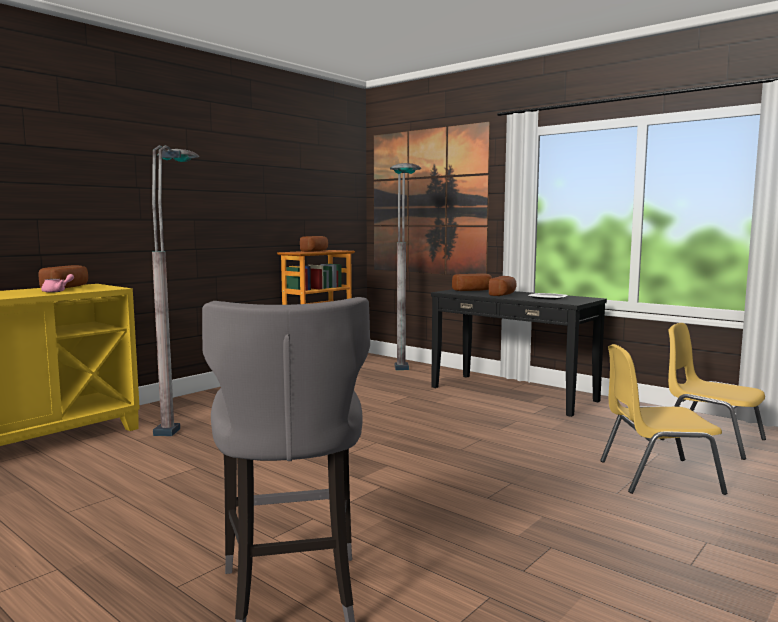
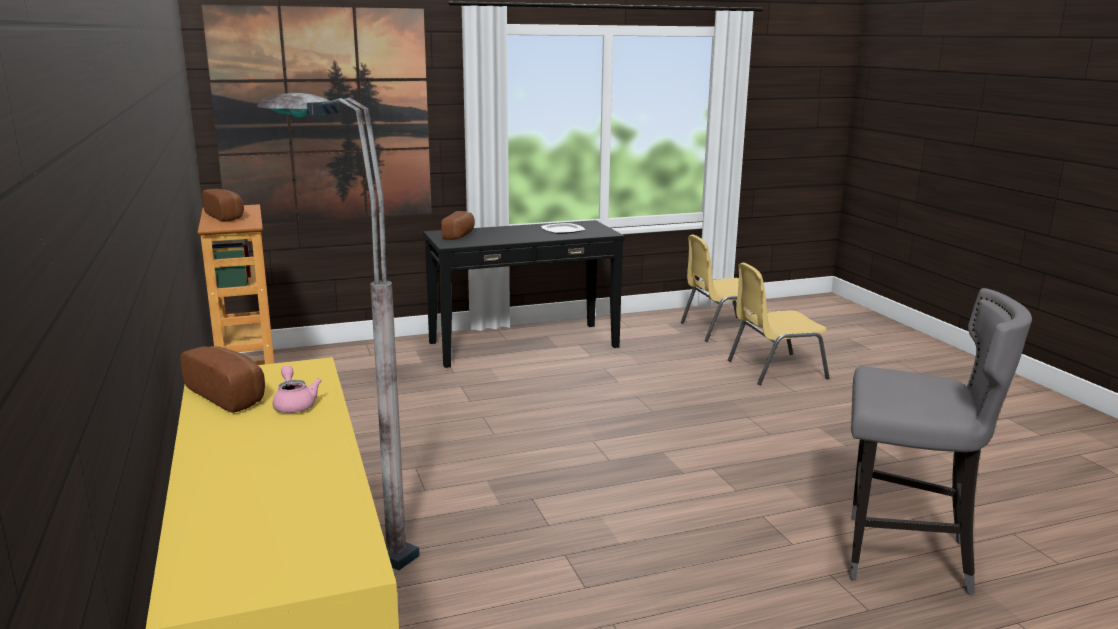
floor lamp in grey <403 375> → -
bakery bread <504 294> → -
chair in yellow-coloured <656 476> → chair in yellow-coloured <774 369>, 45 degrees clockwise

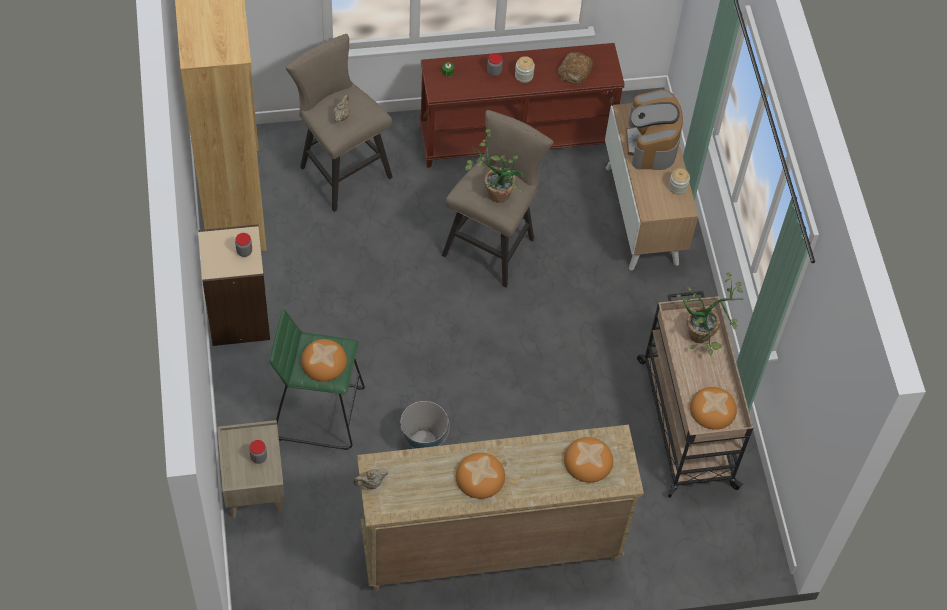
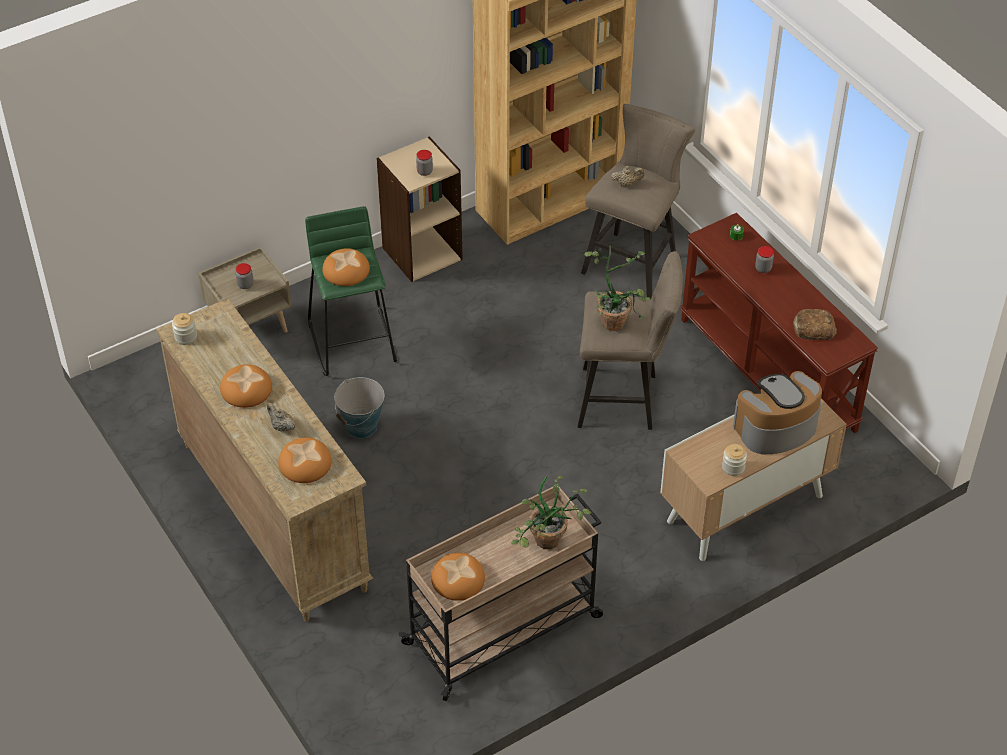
storage jar <524 75> → storage jar <186 337>, moved
tea pot in beige <371 483> → tea pot in beige <281 426>, moved

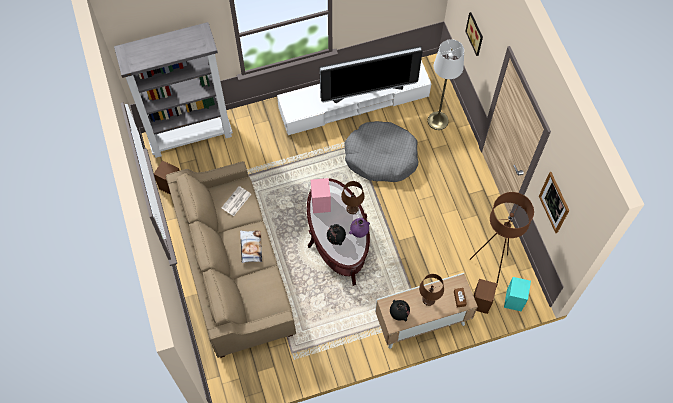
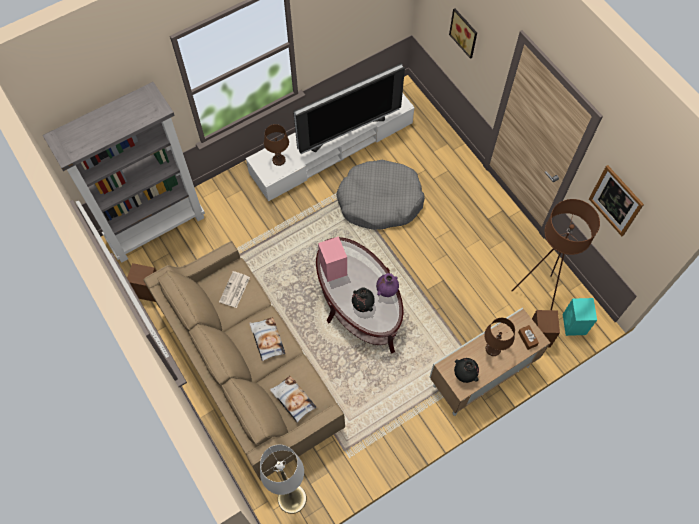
floor lamp in white-coloured <437 121> → floor lamp in white-coloured <292 498>, moved
tabletop lamp in brown-coloured <352 208> → tabletop lamp in brown-coloured <278 160>, moved
- → cushion <293 400>

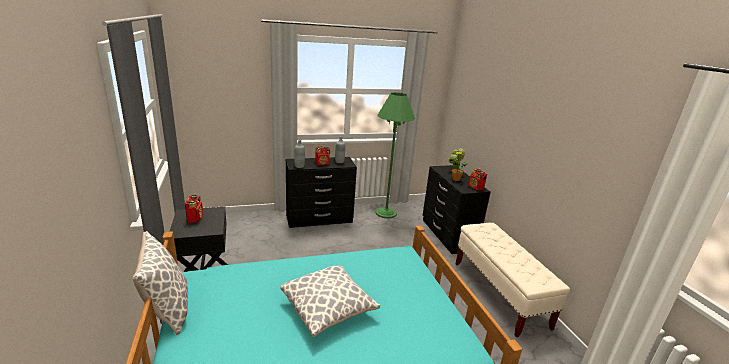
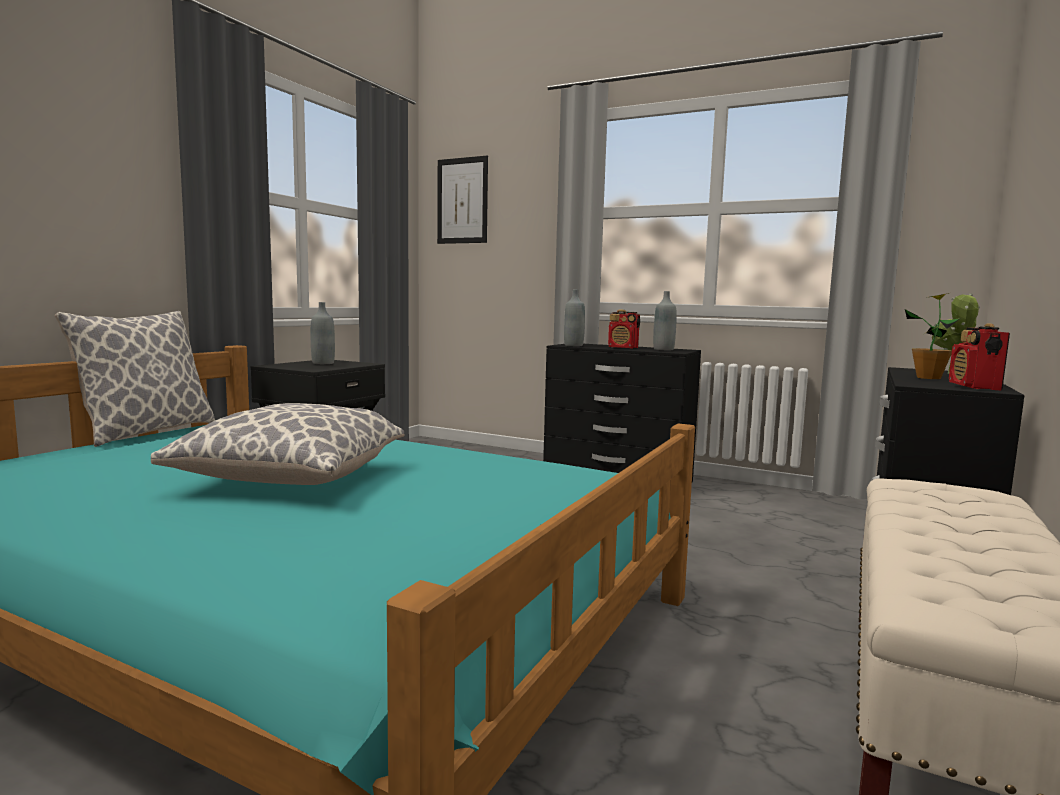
floor lamp in green <386 213> → -
radio receiver <195 218> → bottle in grey <323 363>
- → picture <462 201>

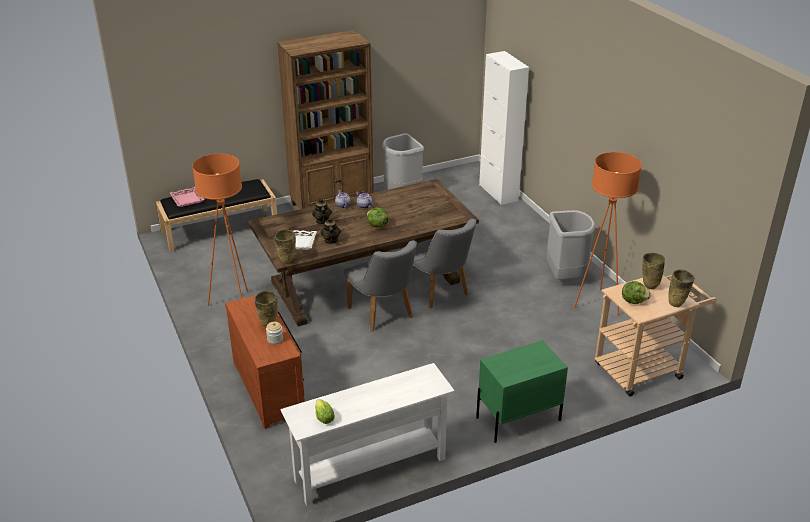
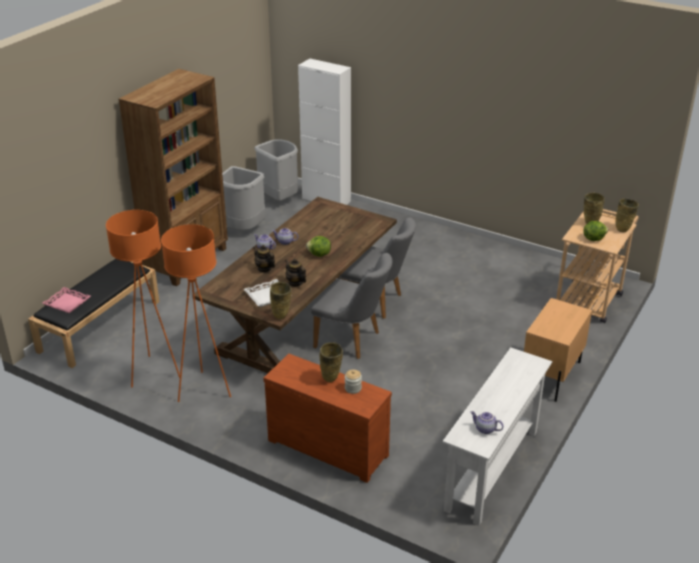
floor lamp in orangey <597 304> → floor lamp in orangey <154 373>, moved
trash can in grey <565 277> → trash can in grey <279 200>, moved
night table in green <518 418> → night table in beige <550 375>
lettuce <323 417> → tea pot <485 429>

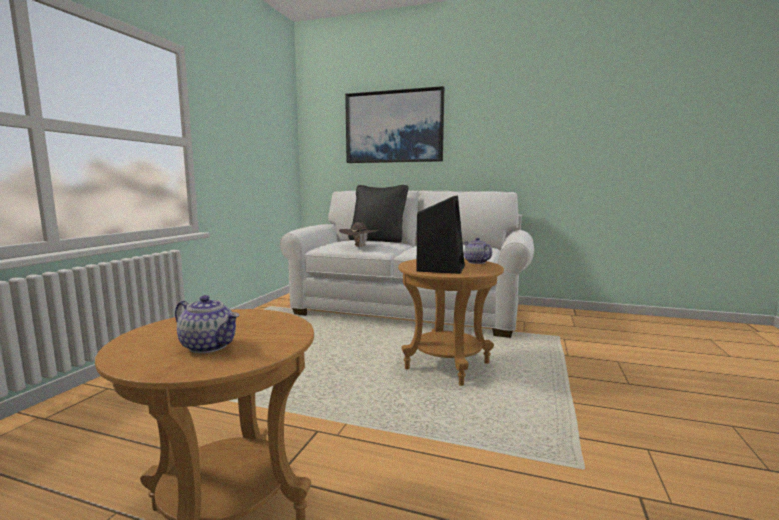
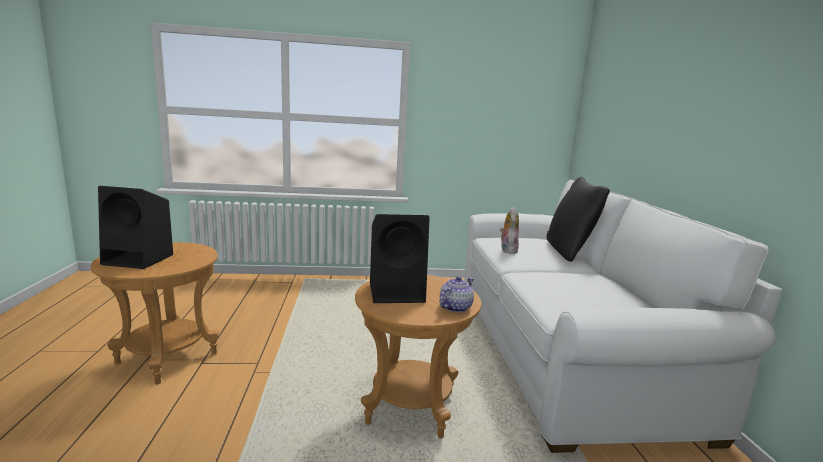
picture <394 127> → -
hat in brown-coloured <359 247> → soft toy <507 250>
tea pot <209 346> → loudspeaker in black <140 259>

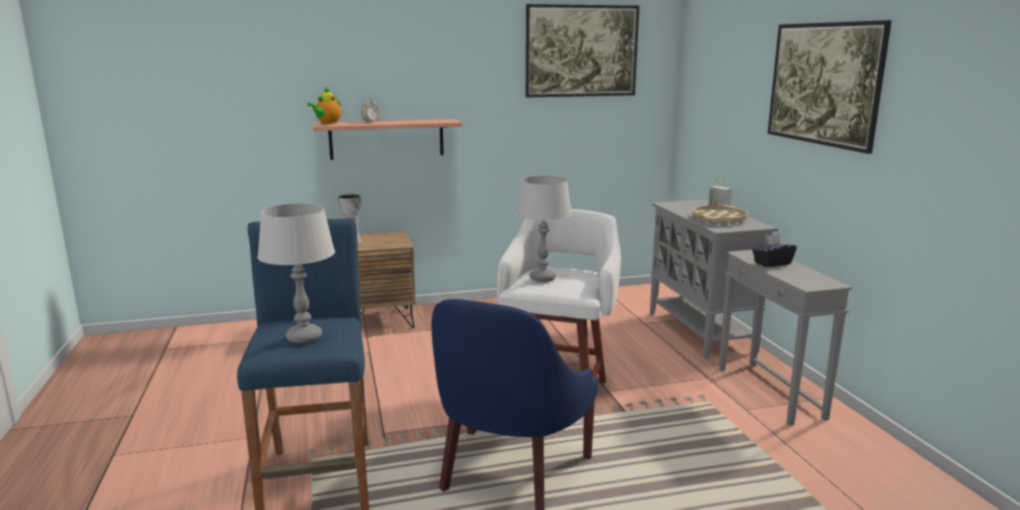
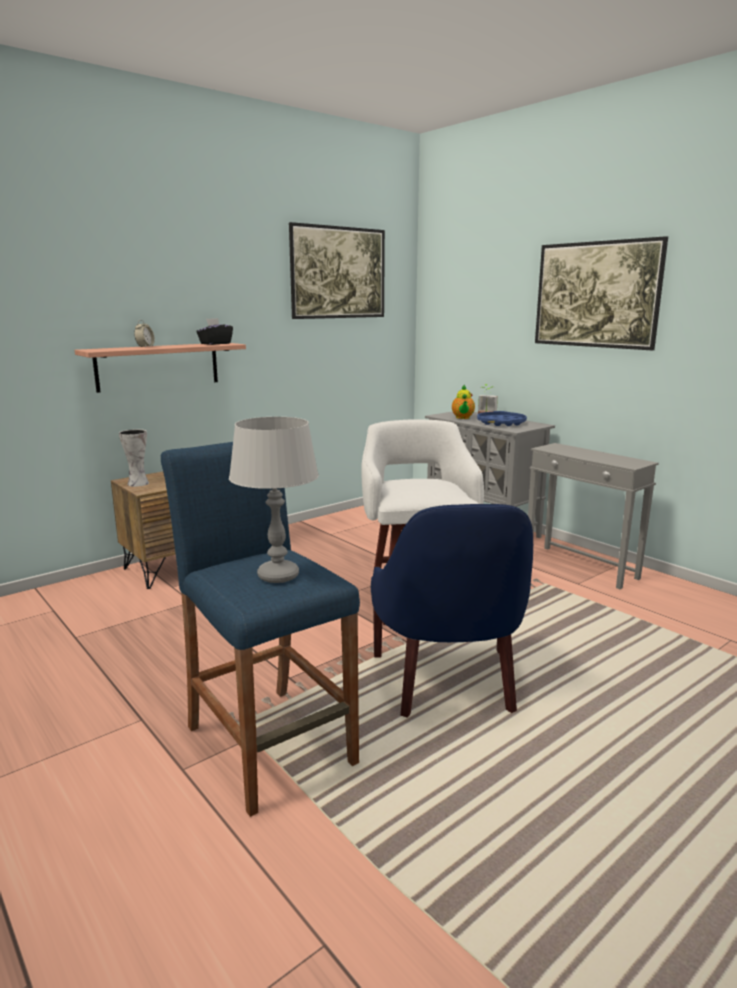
tea pot <327 123> → tea pot <462 418>, moved
tabletop lamp in grey <542 278> → -
tray in beige <719 219> → tray in blue <501 423>
tissue box in black <772 263> → tissue box in black <215 343>, moved

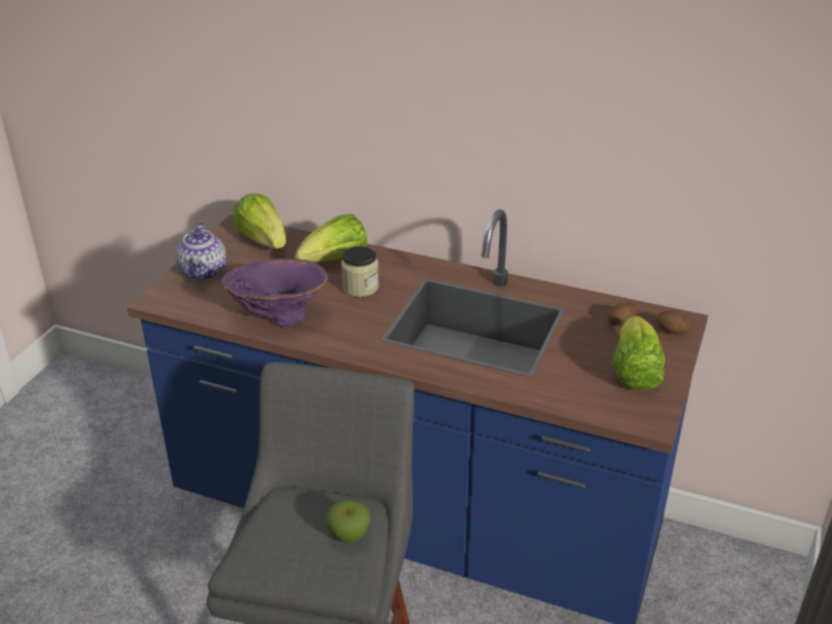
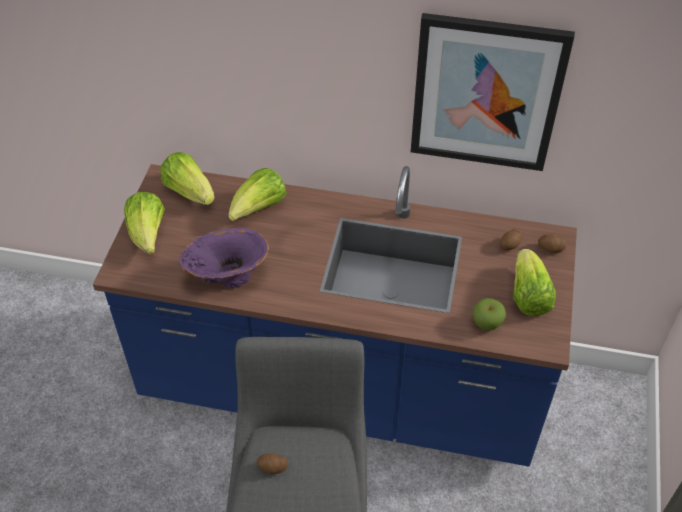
tea pot <204 272> → lettuce <148 235>
storage jar <360 287> → -
apple <349 536> → apple <486 324>, moved
- → picture <486 94>
- → potato <272 468>

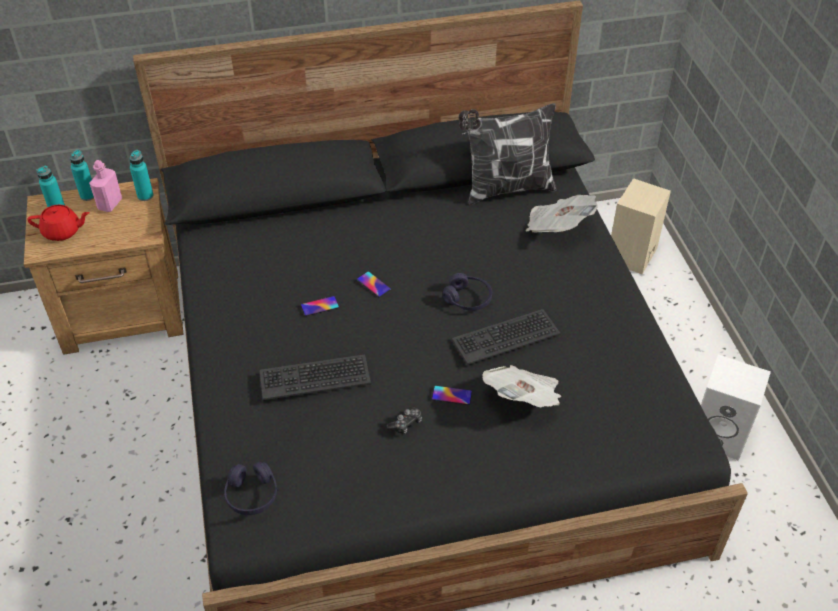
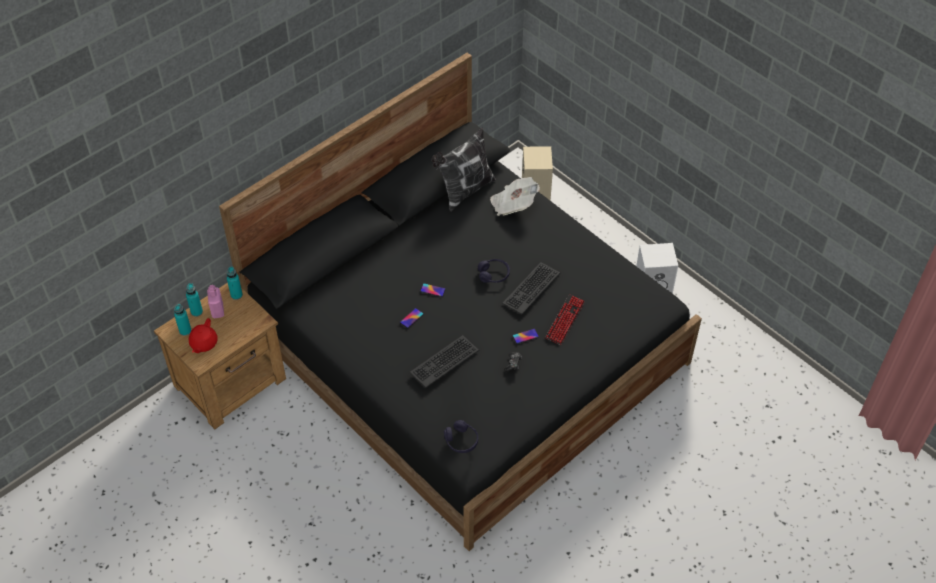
tea pot in red <63 232> → tea pot in red <203 343>, 135 degrees clockwise
newspaper <524 399> → PC keyboard <565 320>

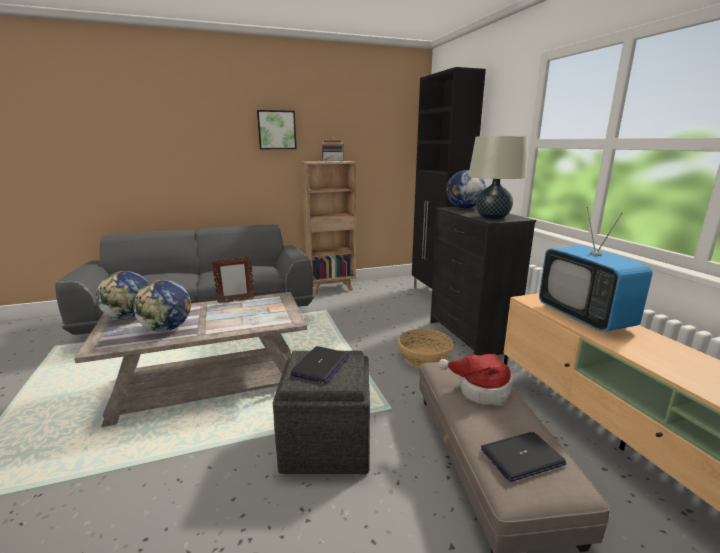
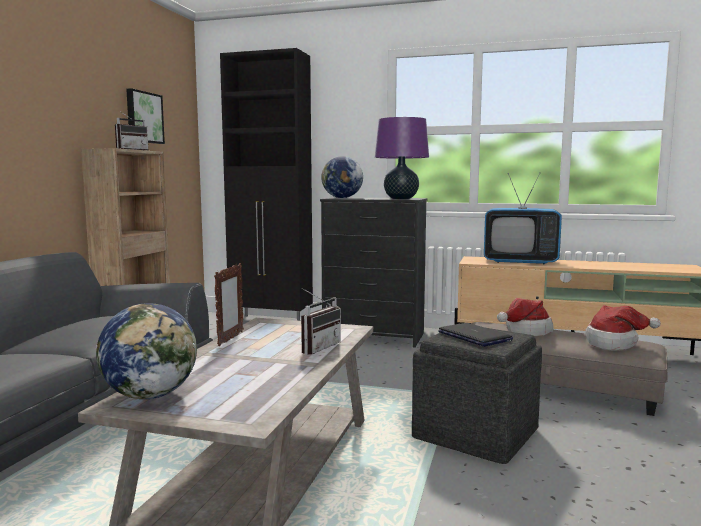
picture <276 130> → picture <143 117>, moved
tabletop lamp in beige <492 218> → tabletop lamp in purple-coloured <401 198>
globe <166 329> → -
basket <424 358> → -
laptop <522 457> → hat <614 343>
- → radio receiver <317 347>

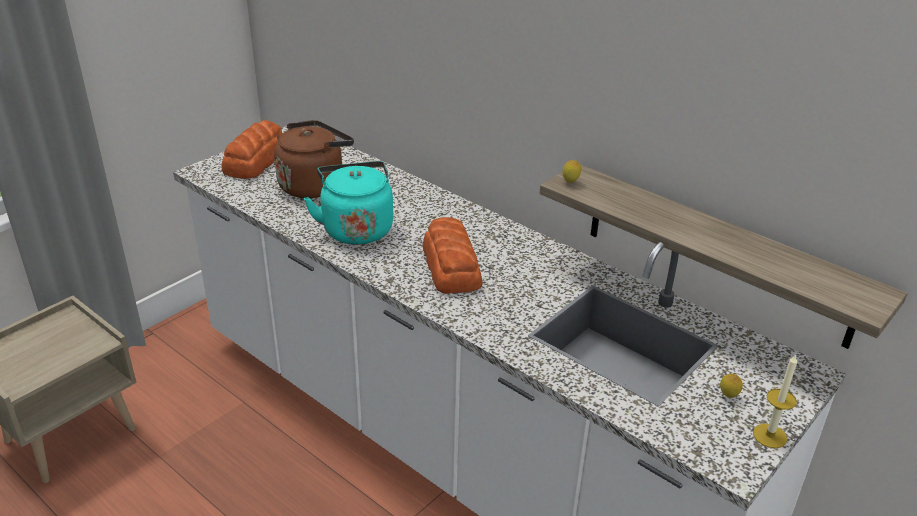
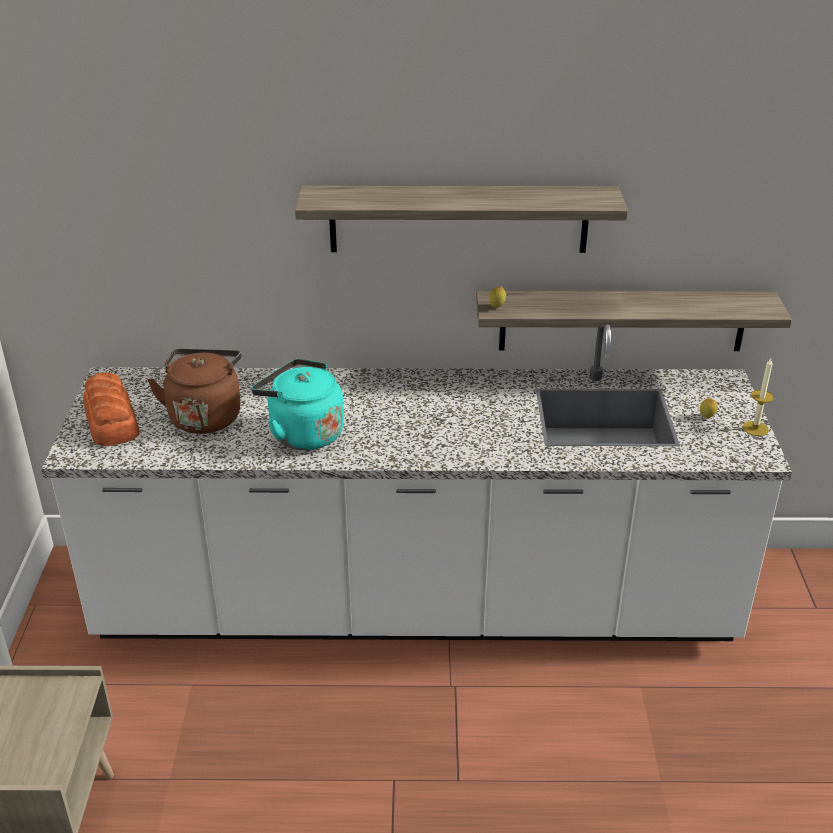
bakery bread <451 265> → -
- → shelf <458 219>

